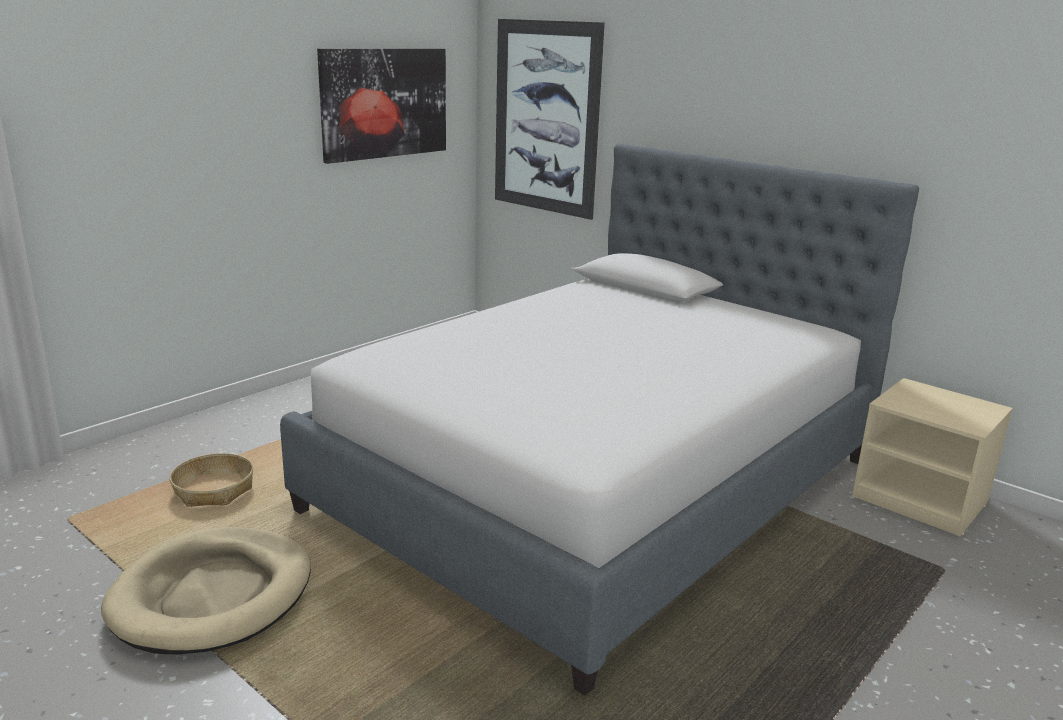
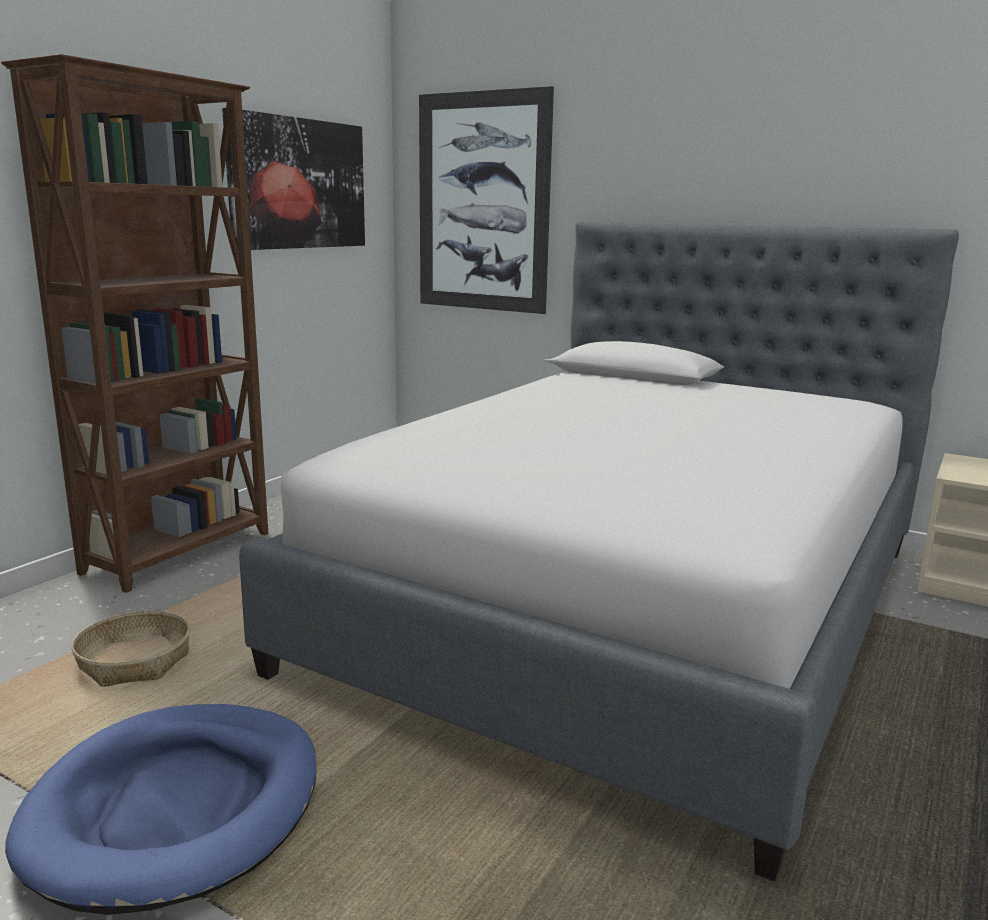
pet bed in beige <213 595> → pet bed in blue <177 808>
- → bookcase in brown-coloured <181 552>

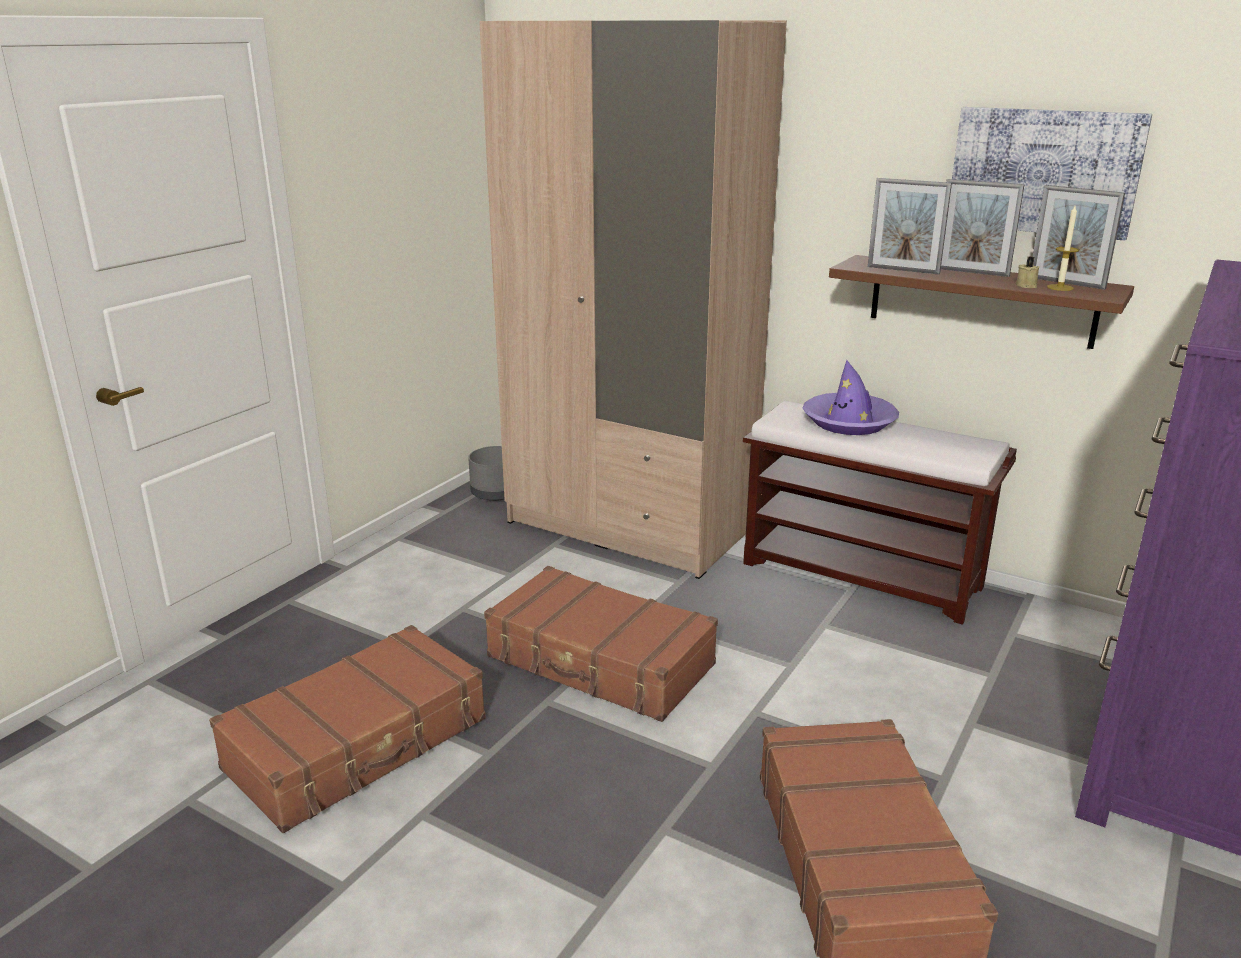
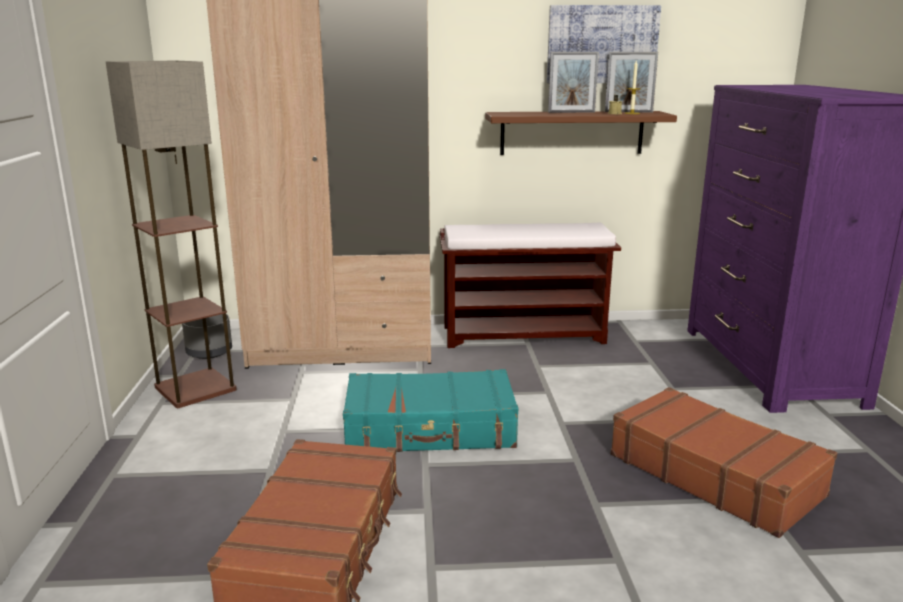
picture frame <903 270> → -
hat in purple-coloured <849 422> → -
suitcase in brown-coloured <600 662> → suitcase in turquoise <430 429>
- → floor lamp <196 388>

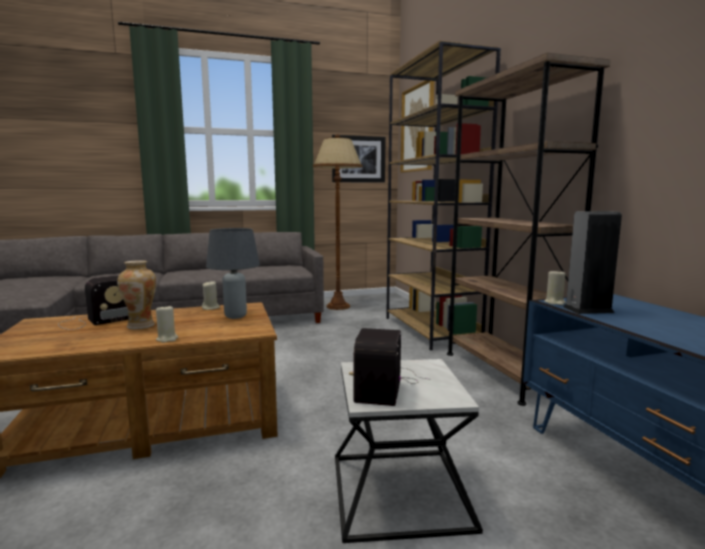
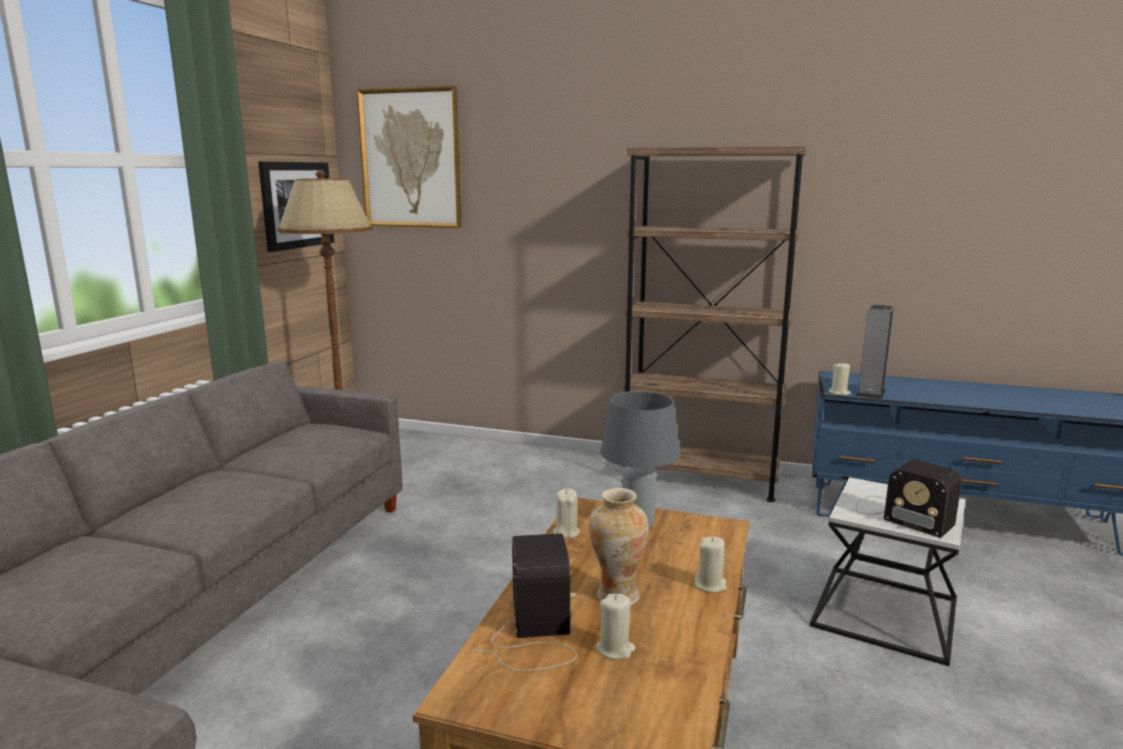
bookcase in brown-coloured <431 330> → -
- → wax light in beige <615 649>

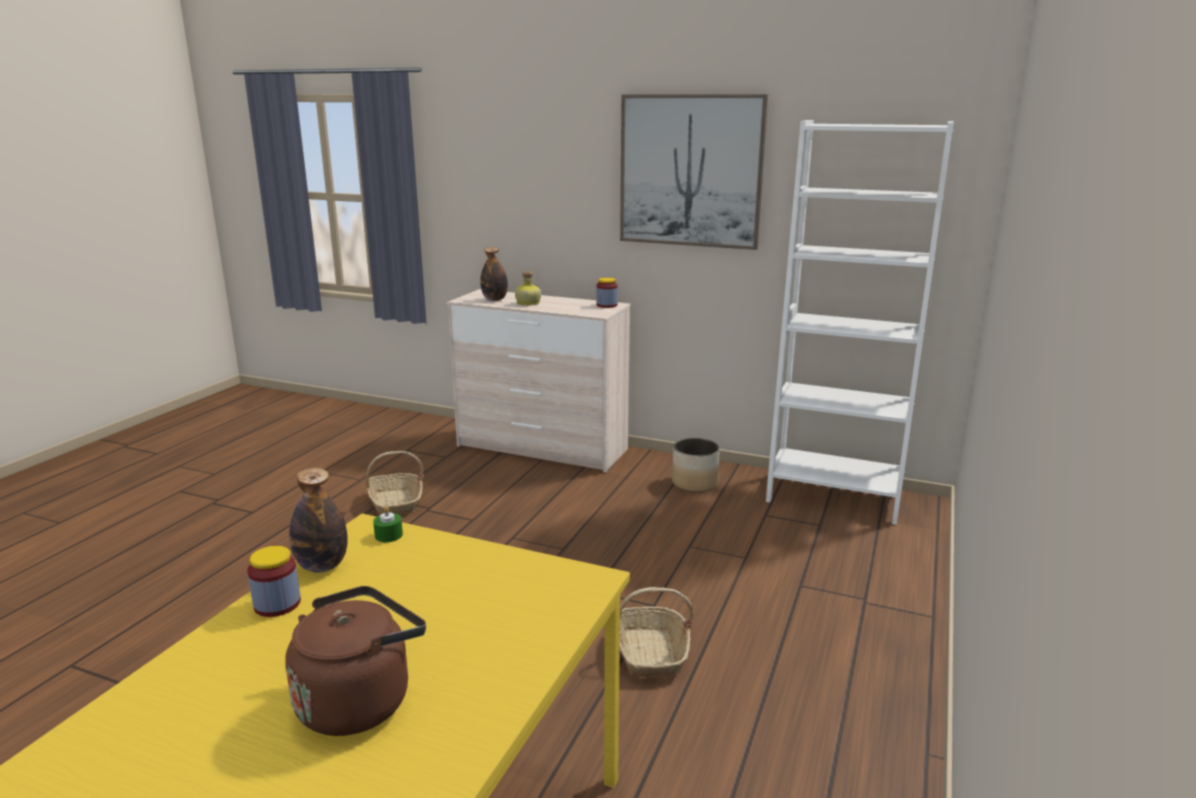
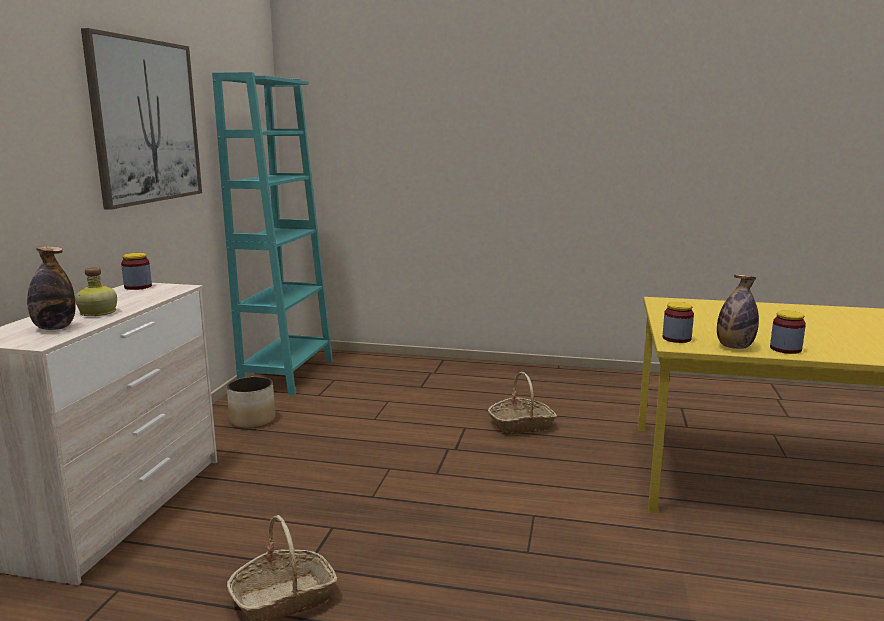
bookcase in white-coloured <834 497> → bookcase in turquoise <288 374>
wax light in green <388 535> → storage jar <676 338>
water kettle in brown-coloured <359 700> → -

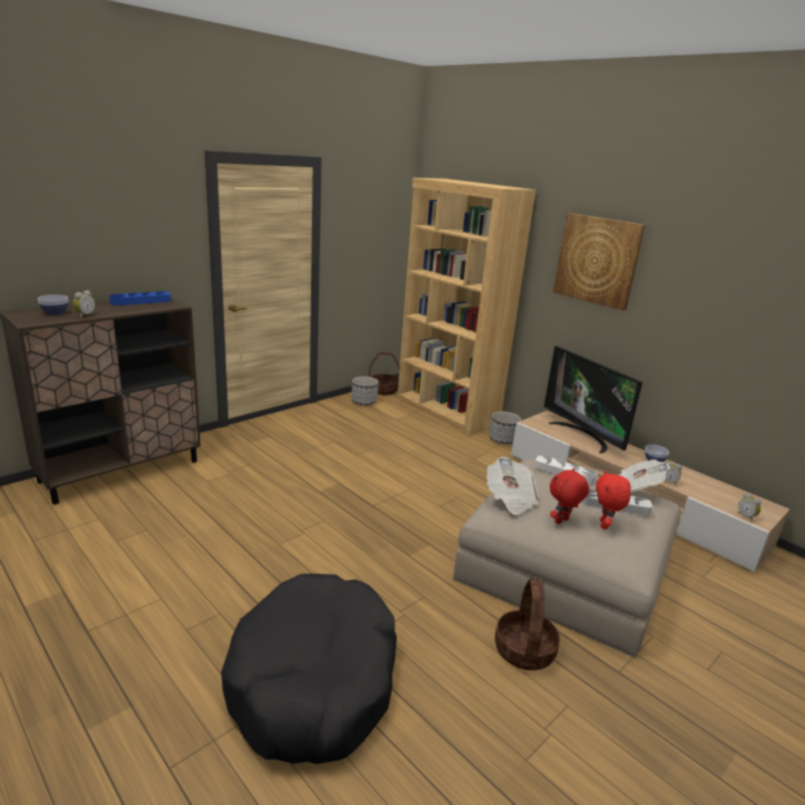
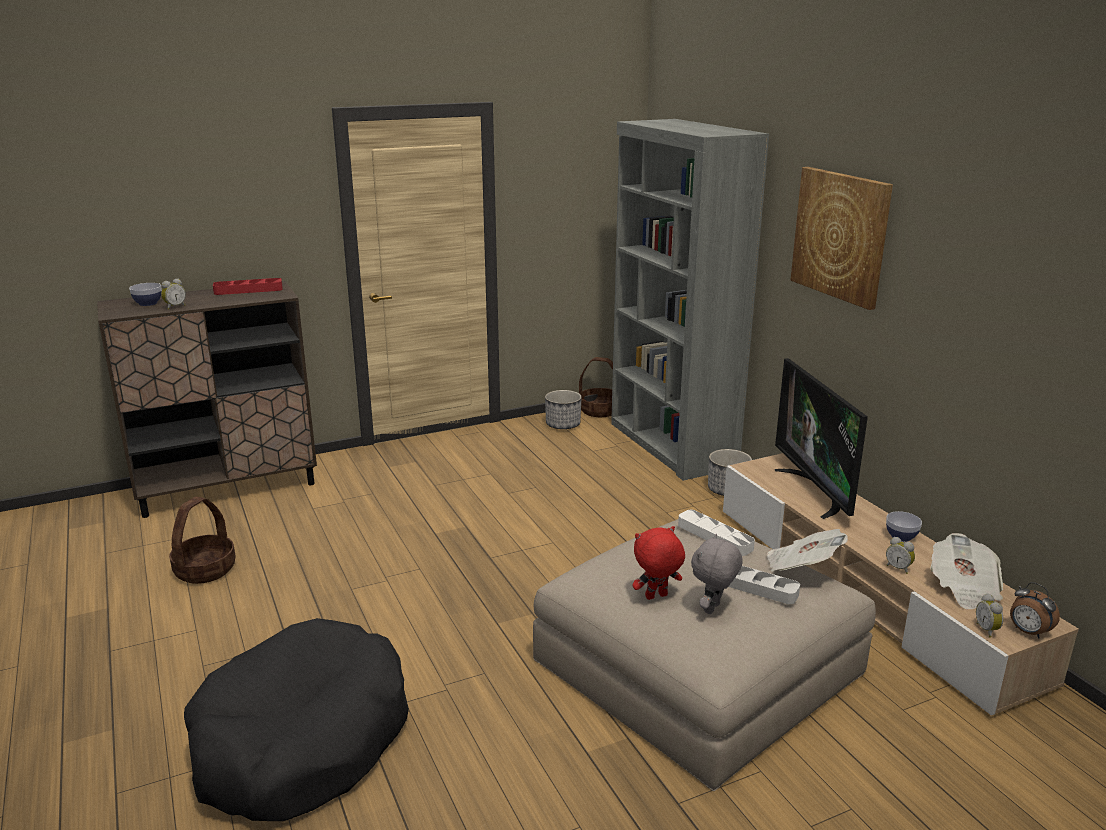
bookcase in brown-coloured <446 411> → bookcase in grey <671 445>
tray in blue <141 301> → tray in red <248 290>
newspaper <510 499> → newspaper <963 588>, moved
soft toy in red <605 525> → soft toy in grey <713 609>
basket <524 650> → basket <205 570>, moved
- → bedside clock <1028 632>

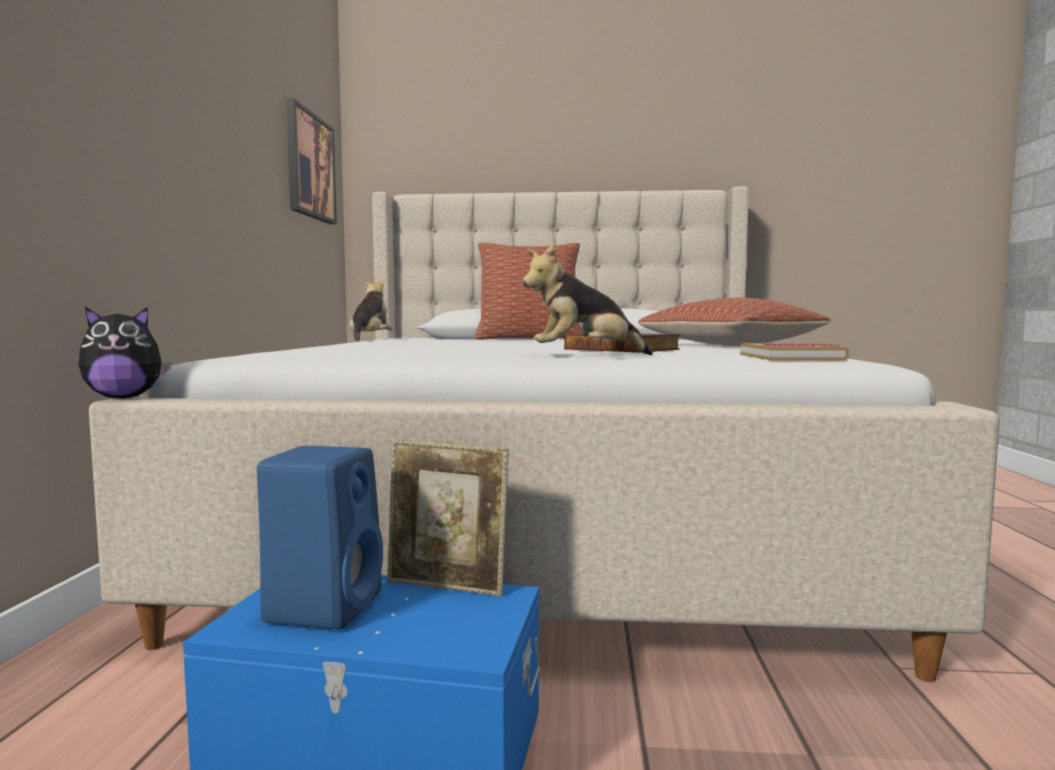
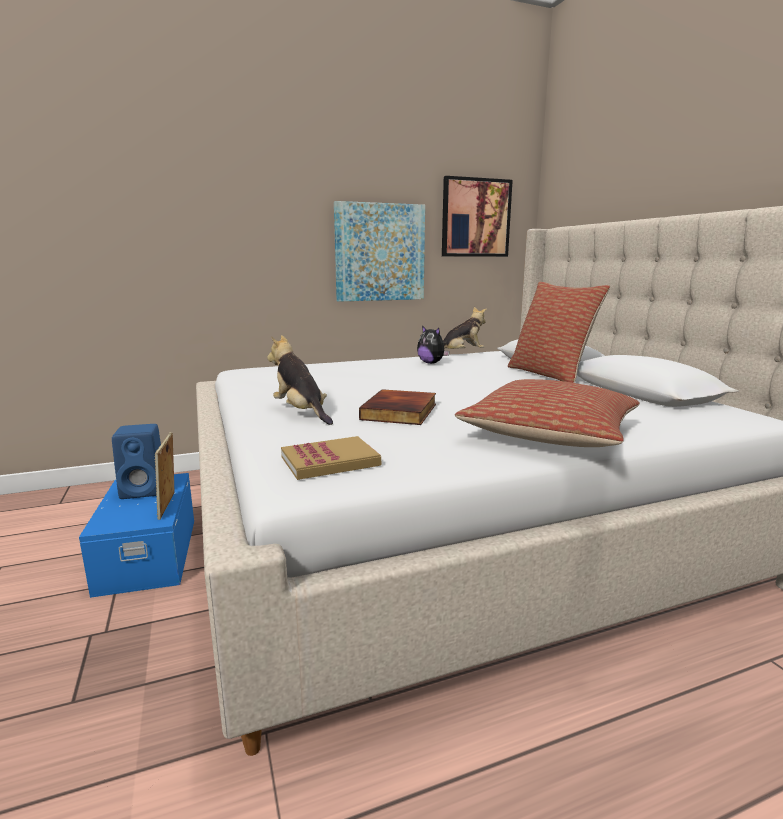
soft toy <124 398> → soft toy <431 363>, moved
- → picture <379 252>

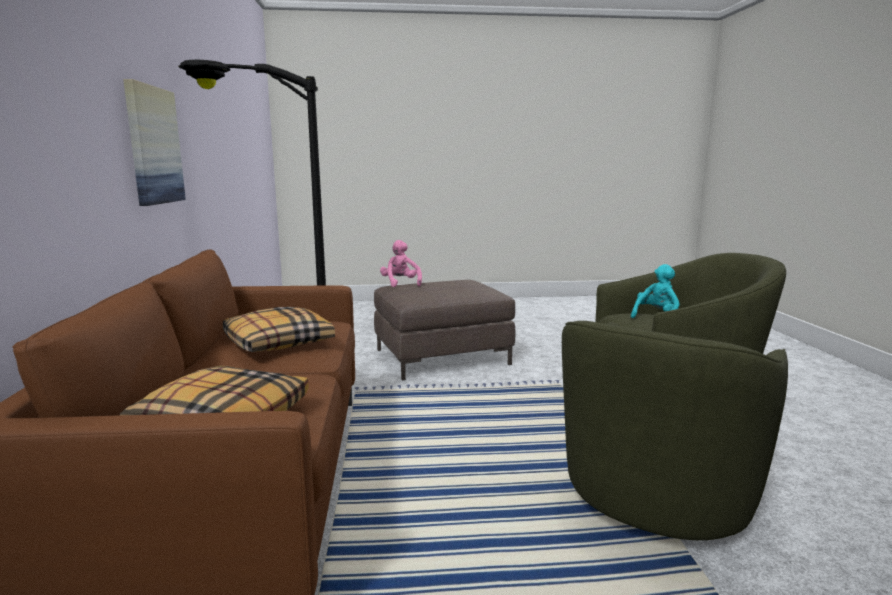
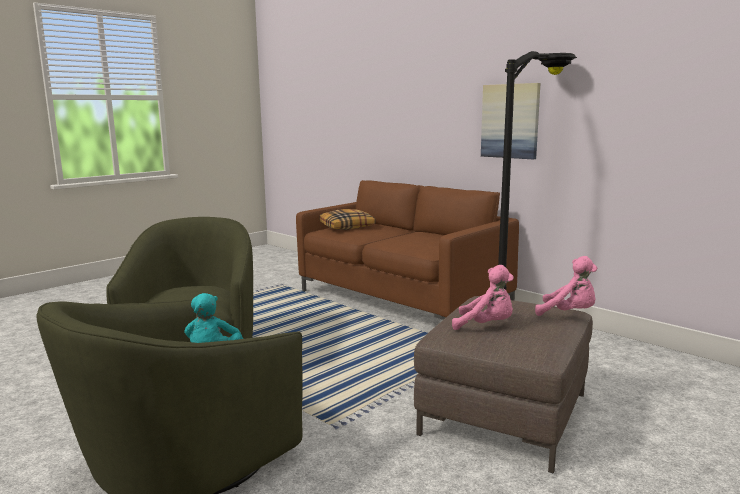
cushion <277 342> → -
- → soft toy in pinkish <486 326>

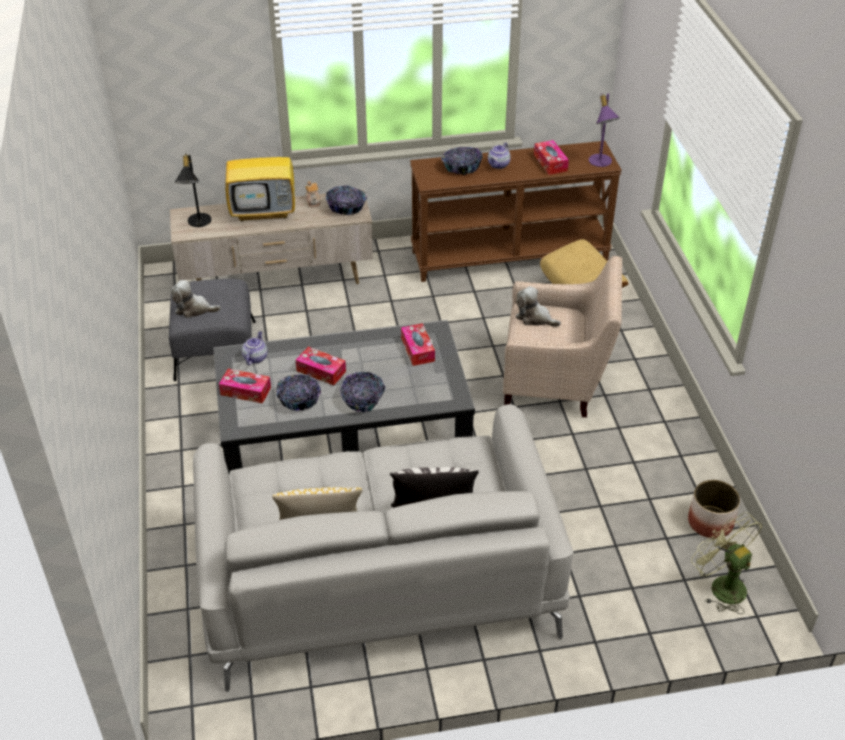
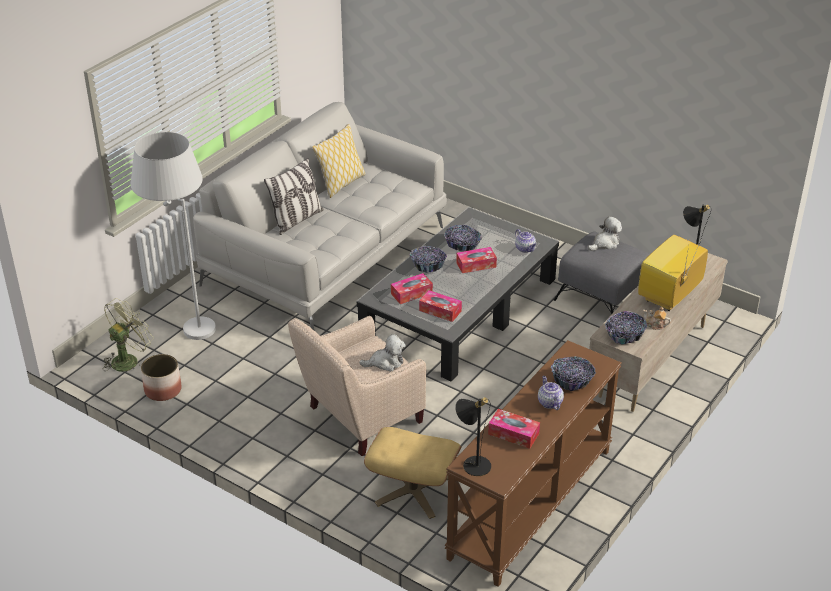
tabletop lamp in purple-coloured <600 163> → tabletop lamp in black <472 463>
tissue box <245 391> → tissue box <411 293>, moved
cooling fan in green <721 585> → cooling fan in green <128 359>, 60 degrees counterclockwise
- → floor lamp in white-coloured <186 323>

